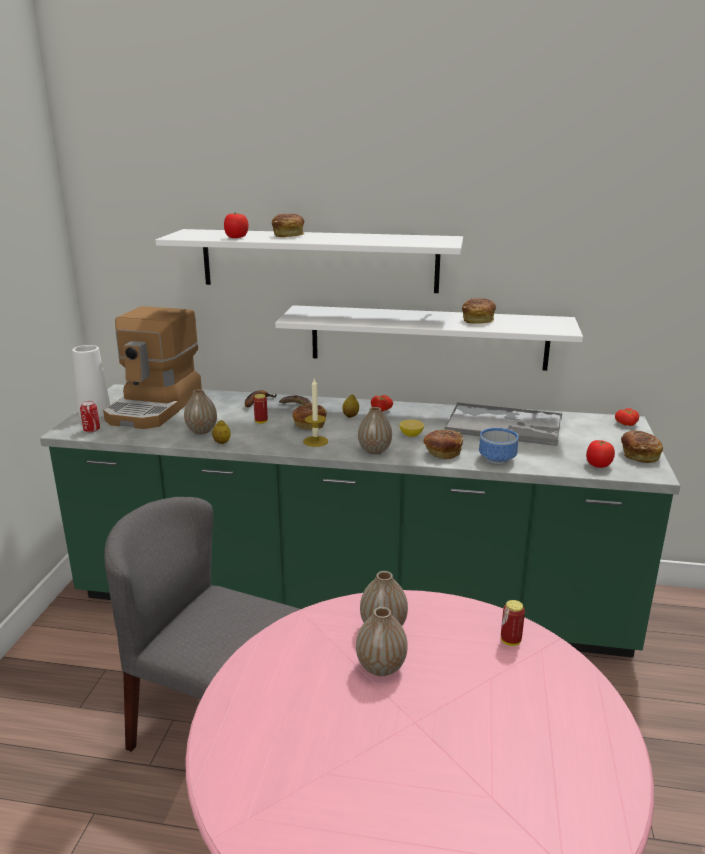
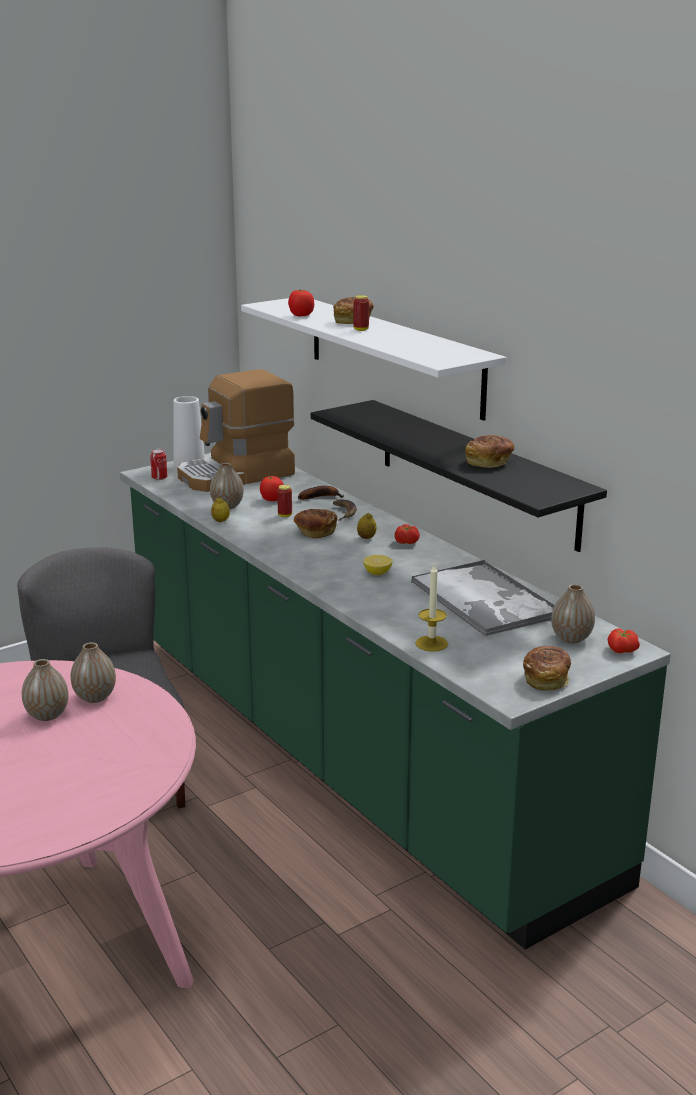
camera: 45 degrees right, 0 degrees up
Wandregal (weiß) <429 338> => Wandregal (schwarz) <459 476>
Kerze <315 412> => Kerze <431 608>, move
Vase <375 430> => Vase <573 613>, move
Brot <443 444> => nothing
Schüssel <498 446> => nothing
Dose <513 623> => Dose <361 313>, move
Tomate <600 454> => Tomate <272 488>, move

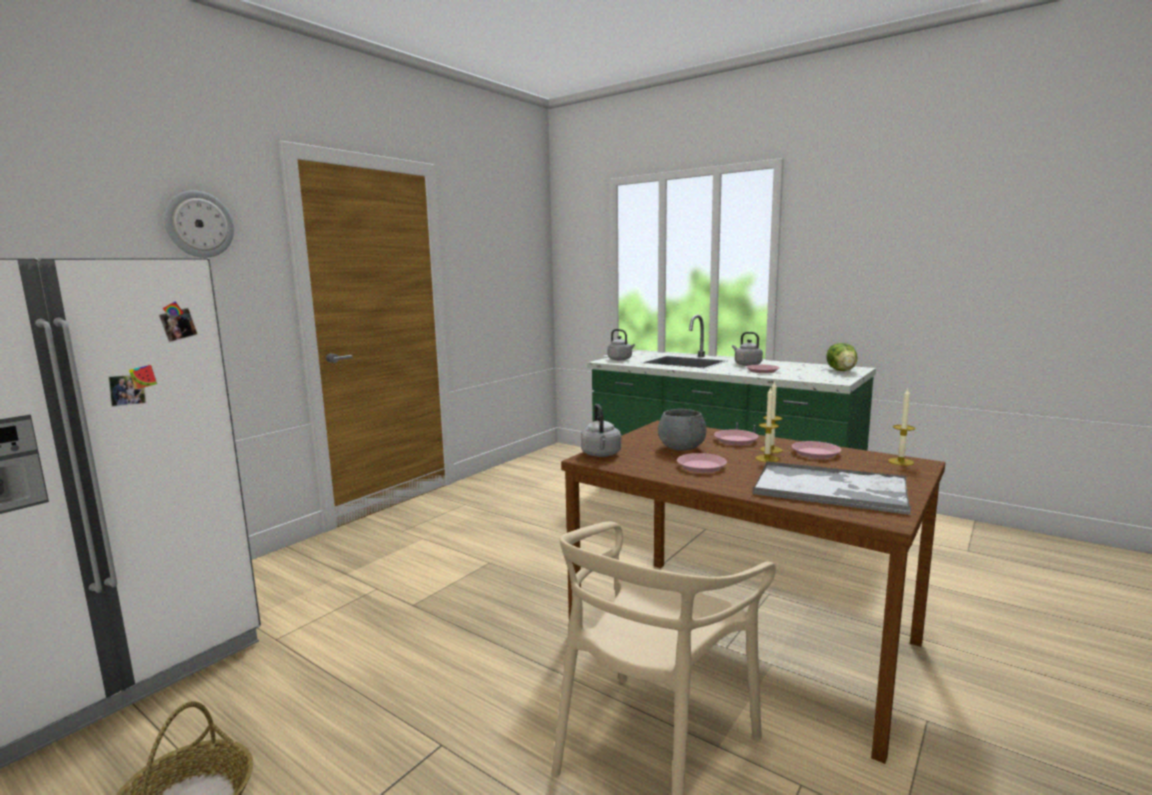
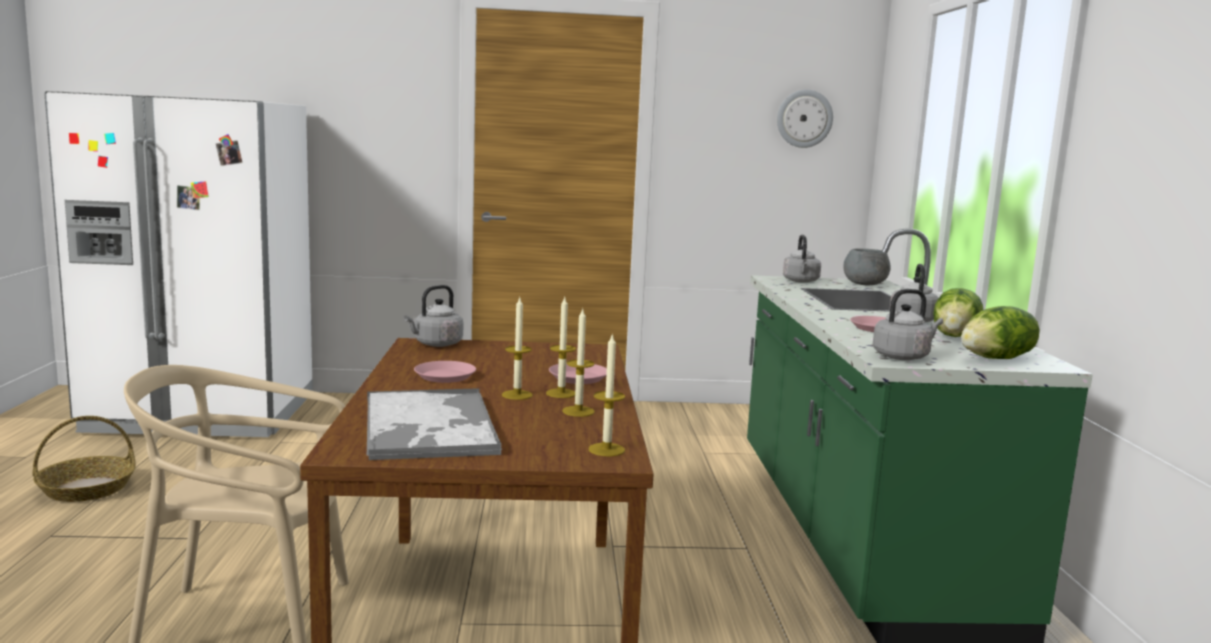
camera: 50 degrees right, 0 degrees up
Wanduhr <199 224> => Wanduhr <805 118>, move
Schüssel (grau) <682 430> => Schüssel (grau) <867 266>, move
Teller (rosa) <816 450> => Kerze <578 363>
nothing => Wasserkessel (grau) <908 324>
nothing => Salatkopf <958 312>

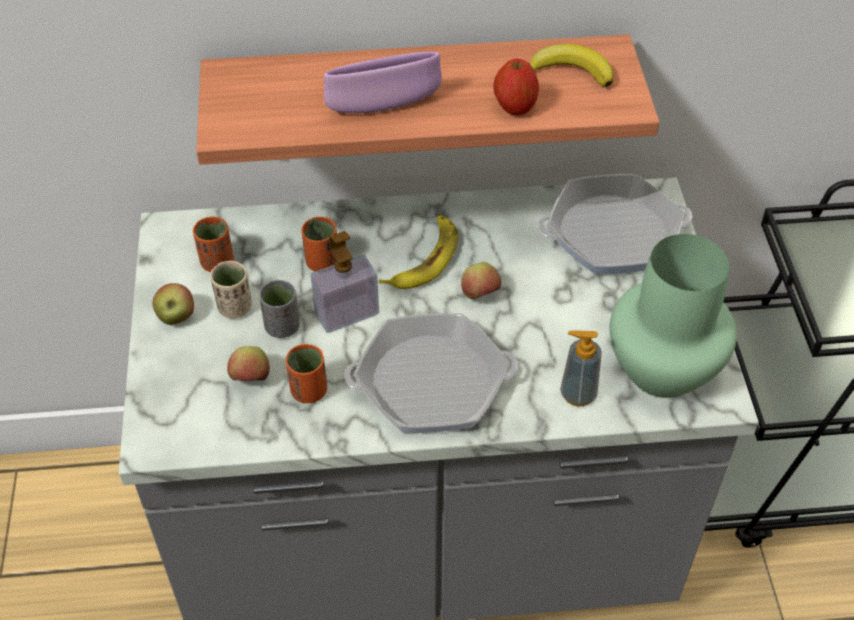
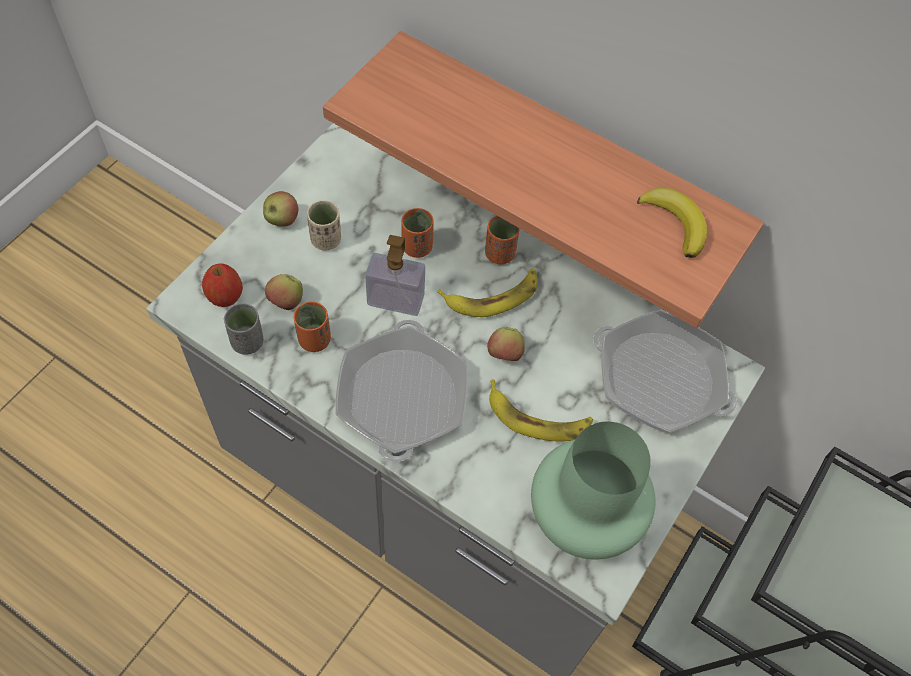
camera: 35 degrees right, 10 degrees up
Tasse (orange) <213 244> => Tasse (orange) <502 240>, move
Tasse (grau) <279 309> => Tasse (grau) <243 329>, move
Schüssel (lila) <383 82> => nothing
Pfanne <431 373> => Pfanne <402 391>, 120 degrees counterclockwise
Apfel <516 87> => Apfel <222 285>, move
Seifenspender <581 368> => nothing
nothing => Banane <541 410>

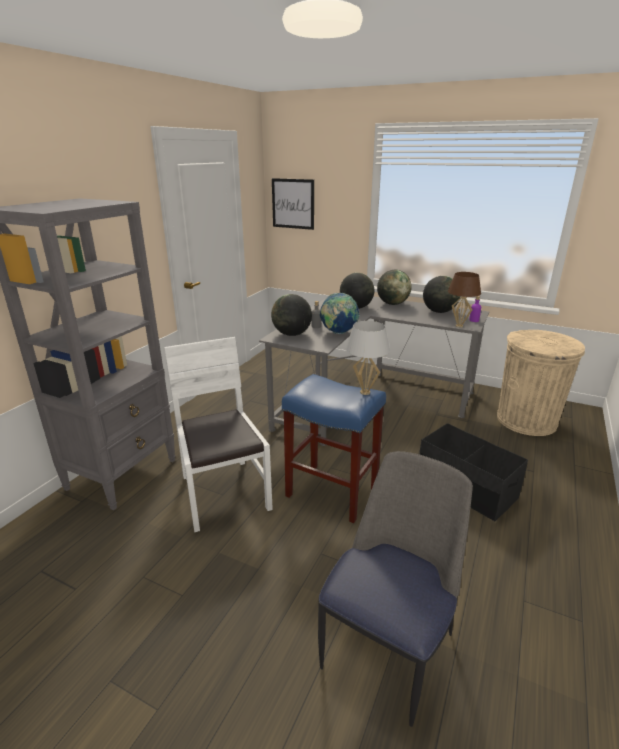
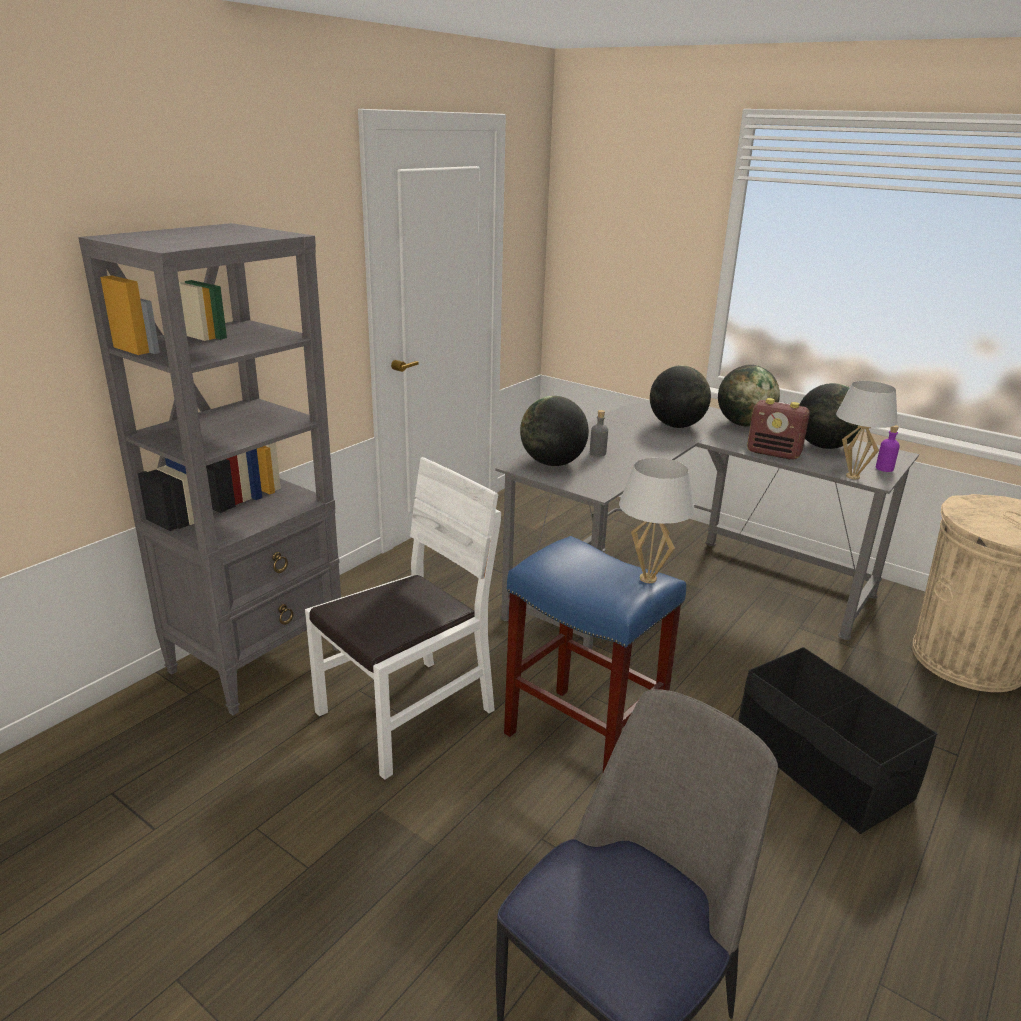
camera: 10 degrees right, 0 degrees up
Stuhl (weiß) <218 434> => Stuhl (weiß) <403 618>, 60 degrees clockwise
Bild <293 204> => nothing
Globus <340 313> => nothing
Tischlampe (braun) <464 300> => Tischlampe (weiß) <866 430>
nothing => Radio <778 428>

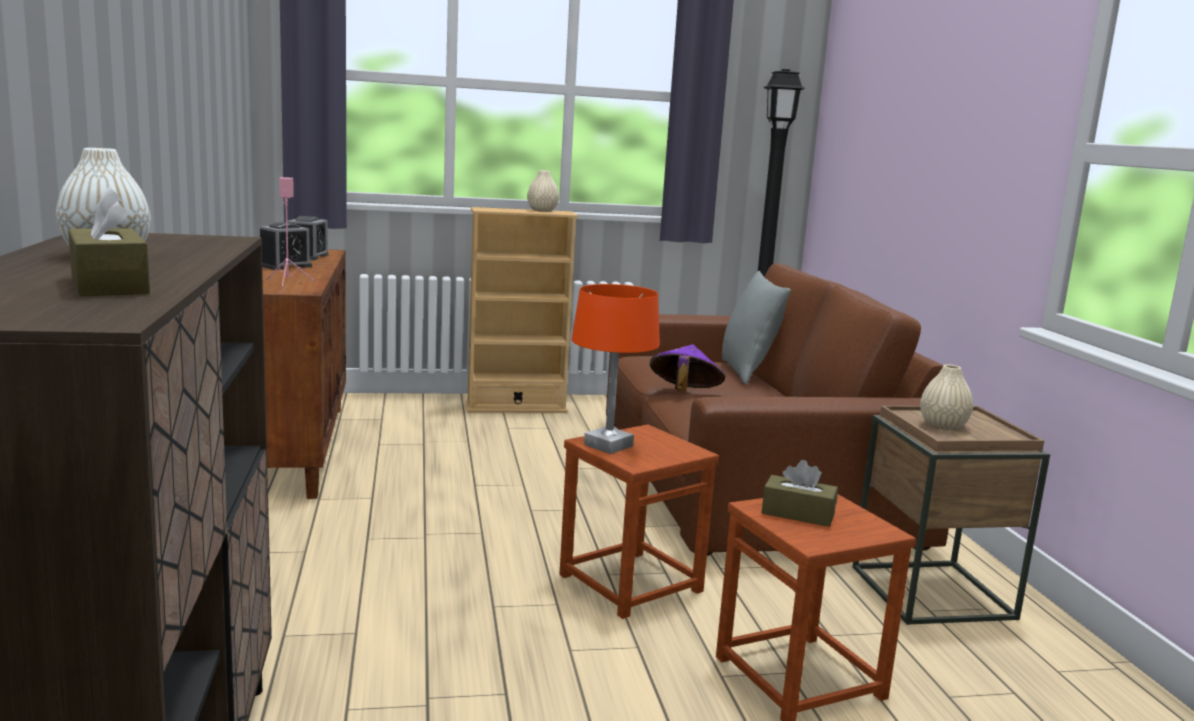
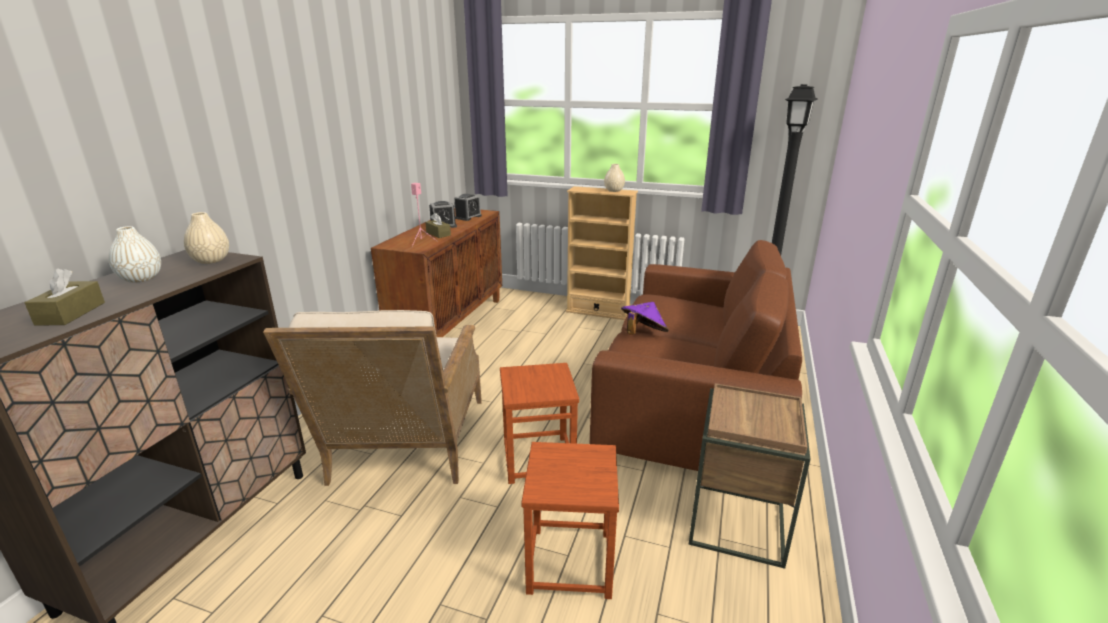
camera: 30 degrees right, 10 degrees up
Tischlampe (orange) <615 369> => nothing
Kissen (grau) <756 328> => nothing
Taschentuchbox (braun) <800 493> => Taschentuchbox (braun) <438 225>, move
Vase (beige) <946 397> => Vase (beige) <206 238>, move
nothing => Sessel (beige) <372 398>

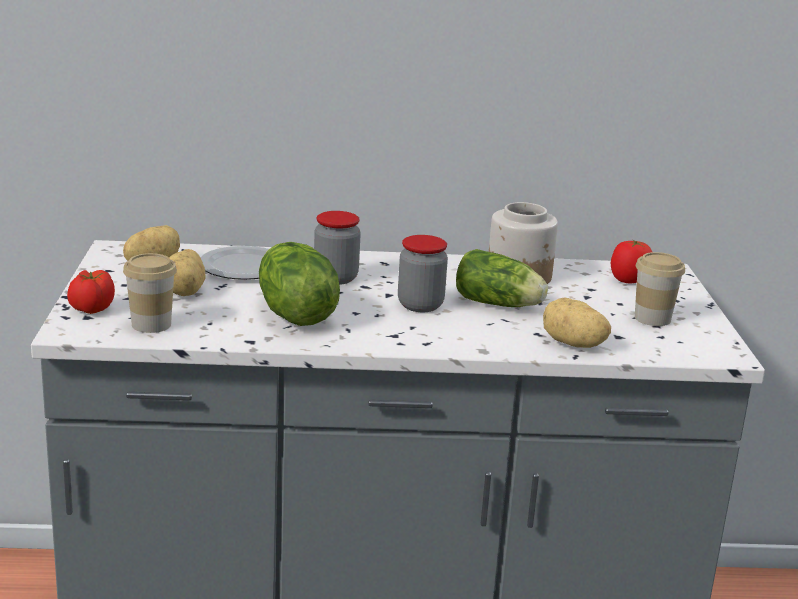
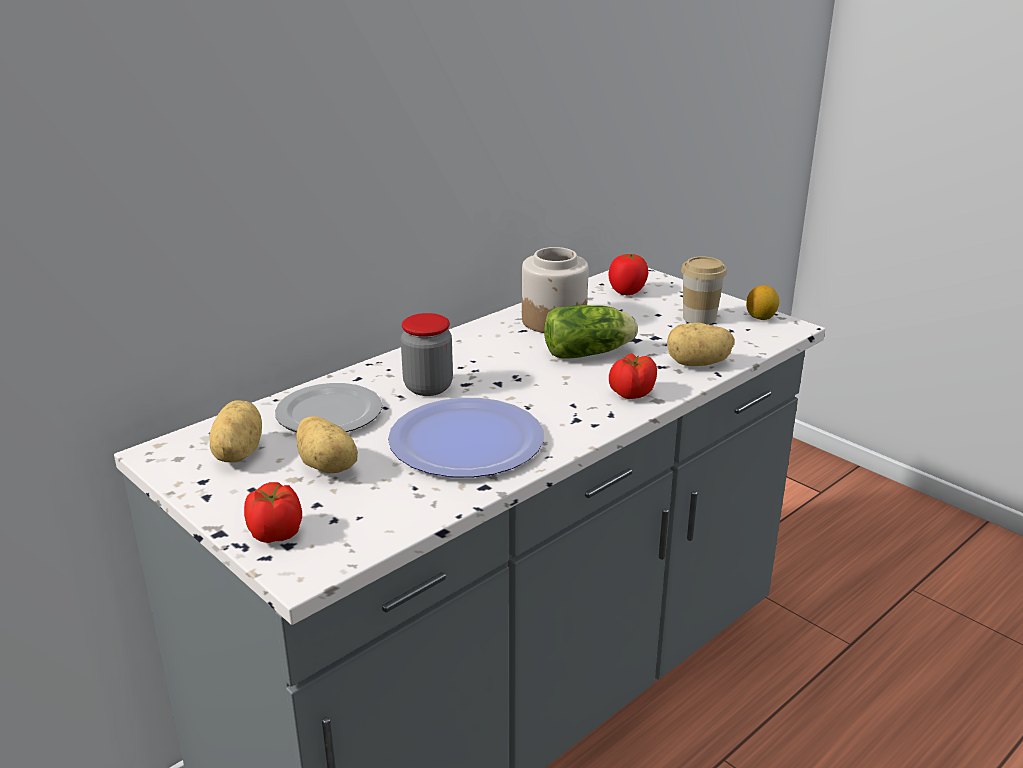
camera: 40 degrees left, 5 degrees up
Tasse <150 293> => nothing
Salatkopf <299 284> => Teller <466 437>
Vorratsglas <423 273> => nothing
nothing => Tomate <633 376>
nothing => Zitrone <762 302>

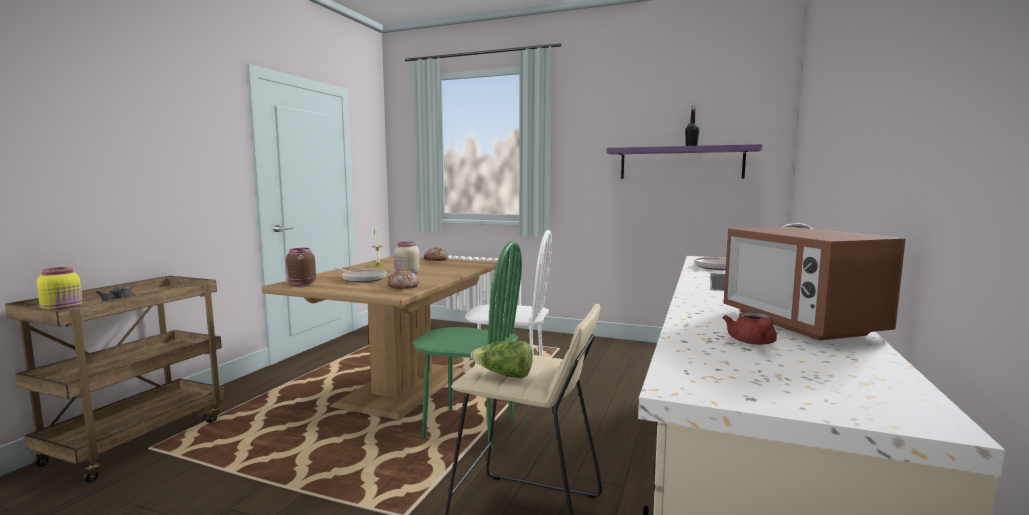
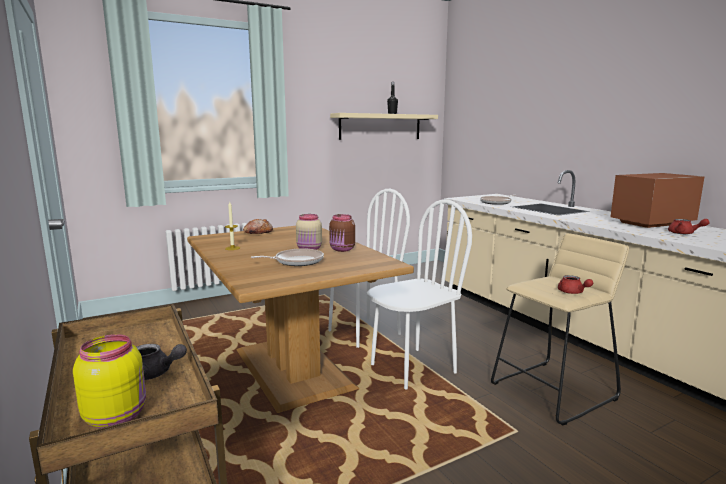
camera: 50 degrees left, 5 degrees up
Vorratsglas (braun) <301 267> => Vorratsglas (braun) <342 233>, move
Brot <403 279> => nothing
Stuhl (grün) <467 346> => Stuhl (weiß) <419 294>
Salatkopf <502 359> => Teekanne (rot) <575 284>
Wandregal (lila) <684 161> => Wandregal (beige) <384 126>
Mikrowelle <814 284> => Mikrowelle <657 200>, 135 degrees clockwise

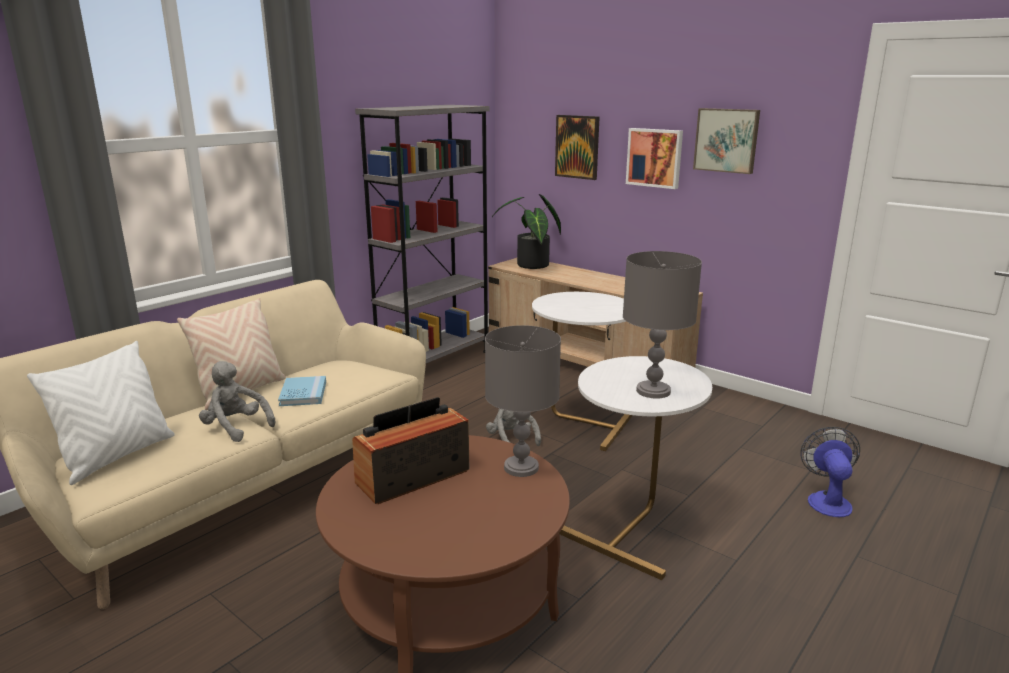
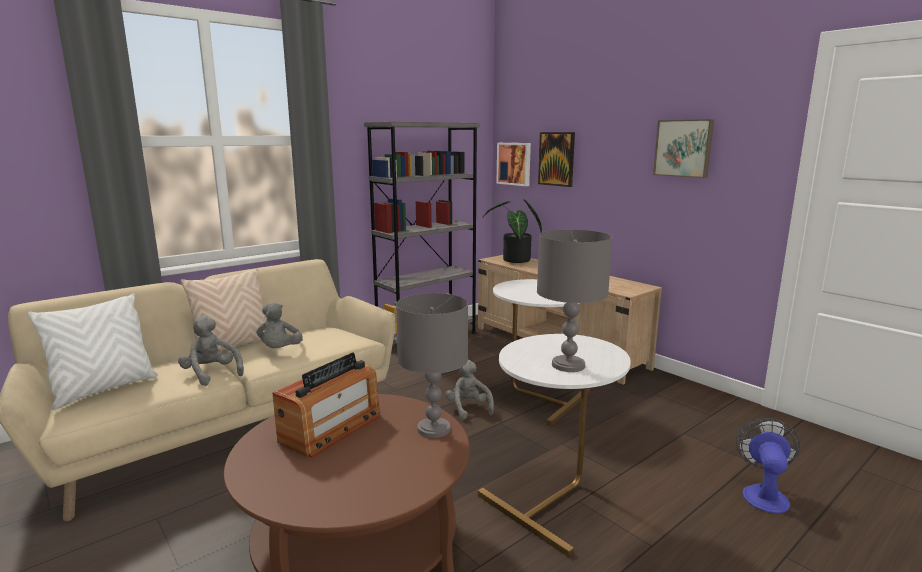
camera: 10 degrees right, 5 degrees down
Buch (blau) <302 391> => Plüschtier (grau) <279 325>
Radio <410 450> => Radio <326 405>, 150 degrees clockwise
Bild <654 158> => Bild <513 164>, move

